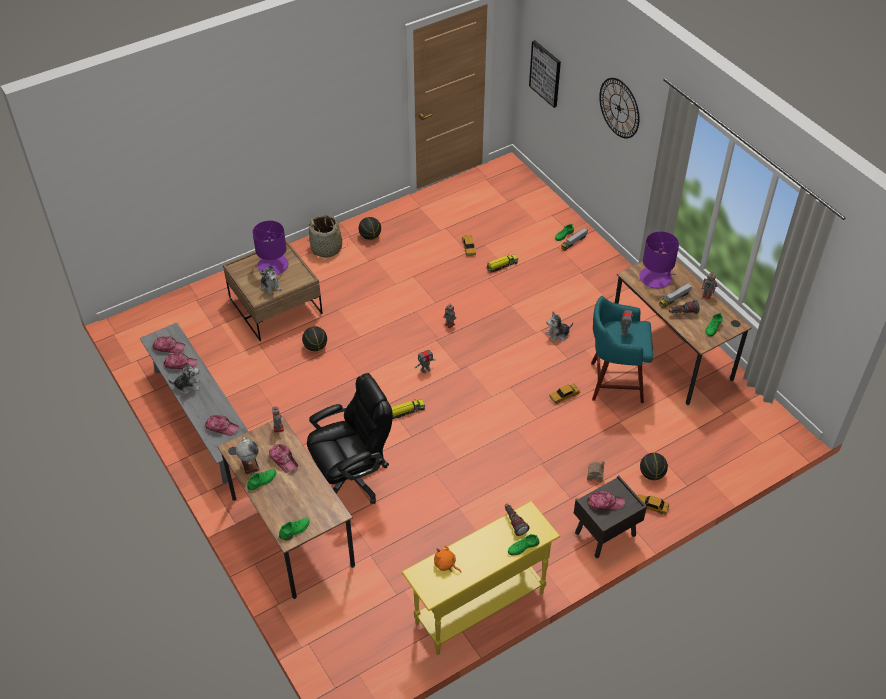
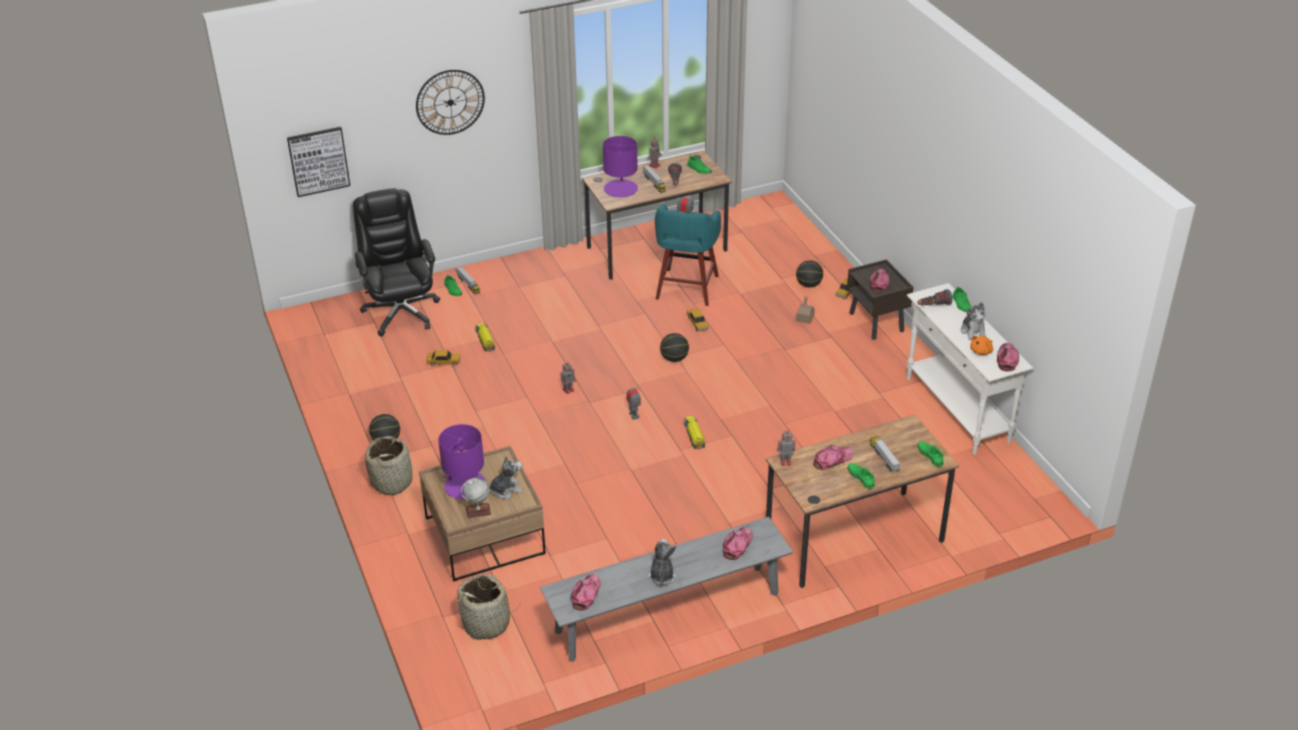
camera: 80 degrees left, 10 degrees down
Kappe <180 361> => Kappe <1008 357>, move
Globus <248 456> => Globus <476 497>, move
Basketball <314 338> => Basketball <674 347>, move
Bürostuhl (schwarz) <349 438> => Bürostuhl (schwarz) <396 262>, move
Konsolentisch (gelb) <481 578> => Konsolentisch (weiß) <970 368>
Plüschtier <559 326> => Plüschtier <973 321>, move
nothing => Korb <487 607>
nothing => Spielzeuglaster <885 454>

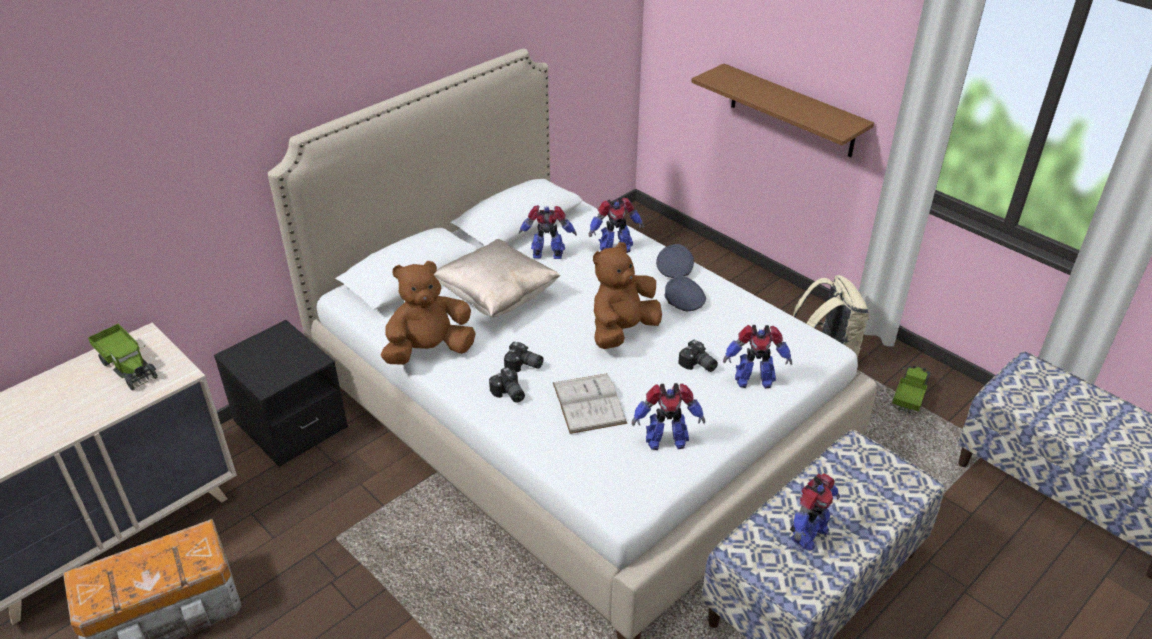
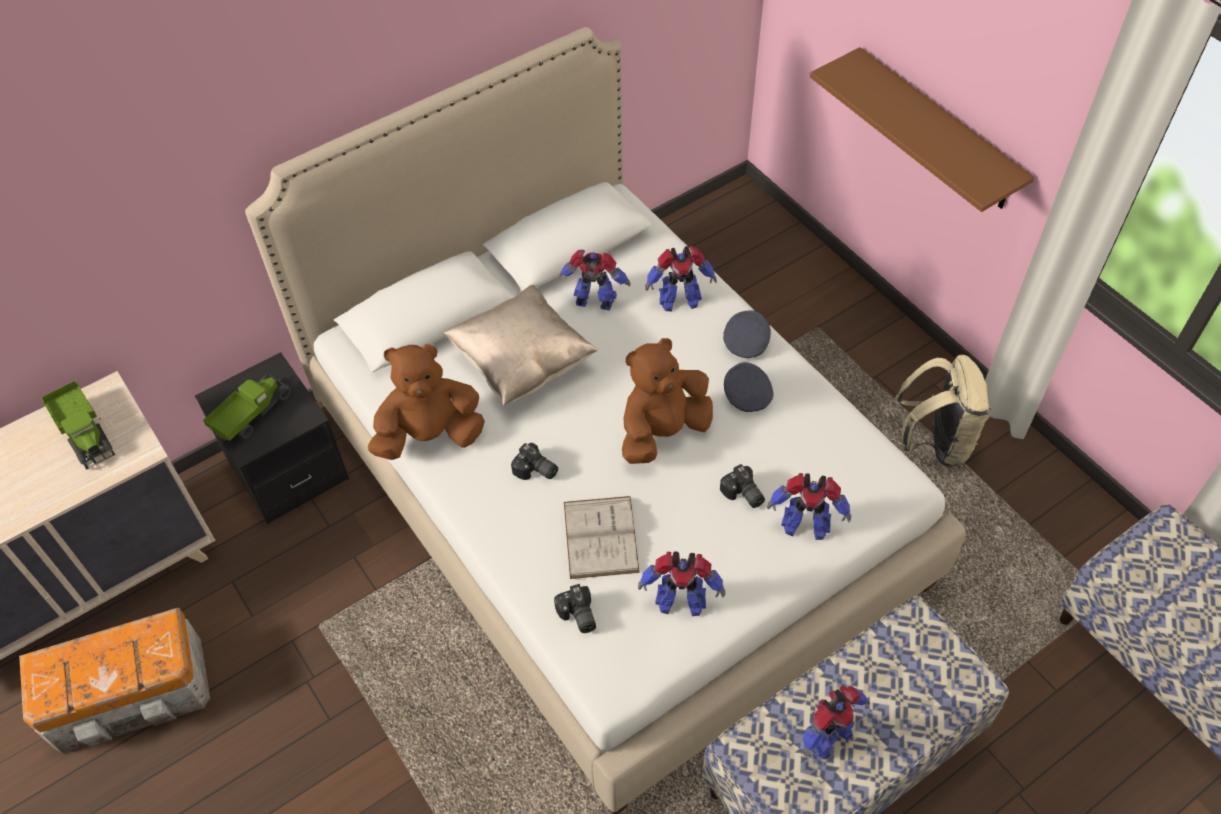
camera: 10 degrees right, 15 degrees up
Kamera <507 385> => Kamera <575 608>, move
Spielzeuglaster <911 389> => Spielzeuglaster <247 407>, move

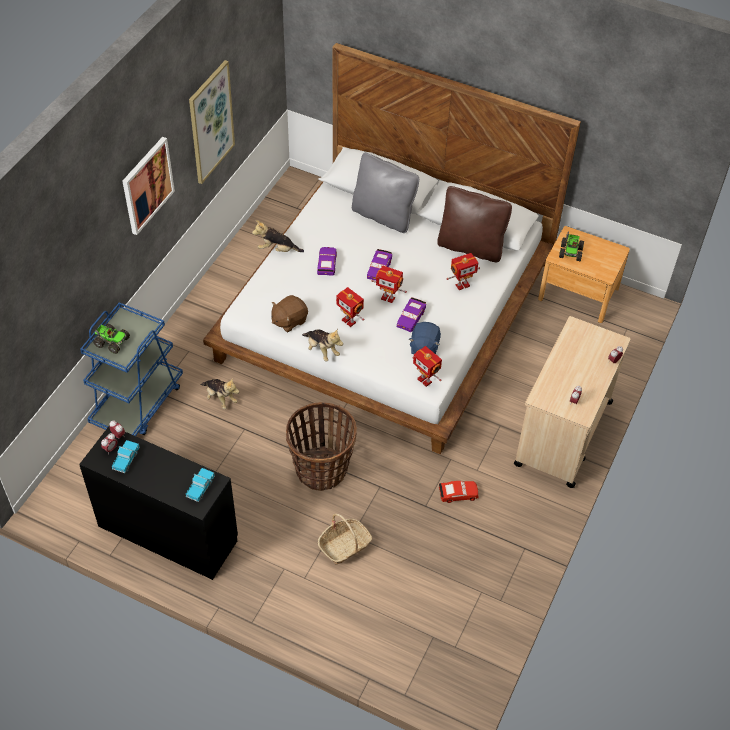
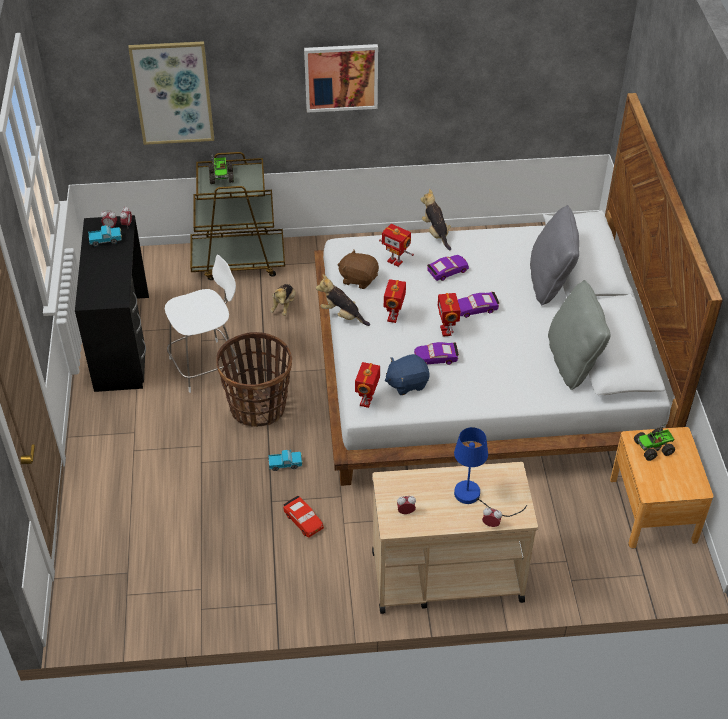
camera: 60 degrees right, 5 degrees down
Rollwagen (blau) <131 369> => Rollwagen (braun) <237 216>
Spielzeuglaster <200 485> => Spielzeuglaster <285 460>, move
Bild <212 122> => Bild <171 93>, move
Plüschtier <322 345> => Plüschtier <343 300>, 105 degrees clockwise
Korb <345 539> => nothing
Kissen (braun) <474 224> => Kissen (grau) <579 335>
Spielzeugroboter <463 271> => Spielzeugroboter <396 245>, move
nothing => Hocker (weiß) <201 323>
nothing => Tischlampe (blau) <490 472>

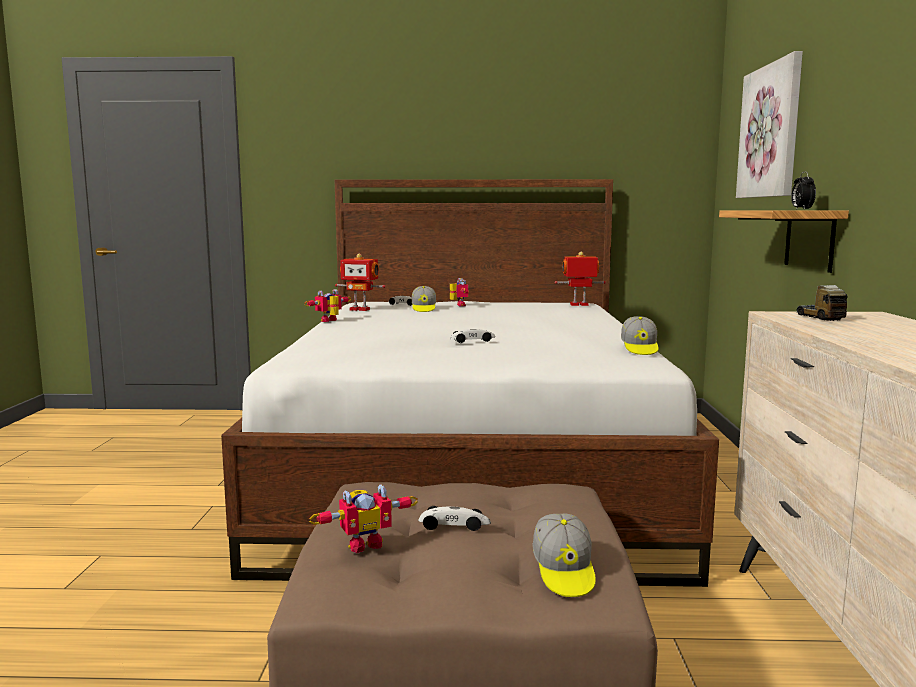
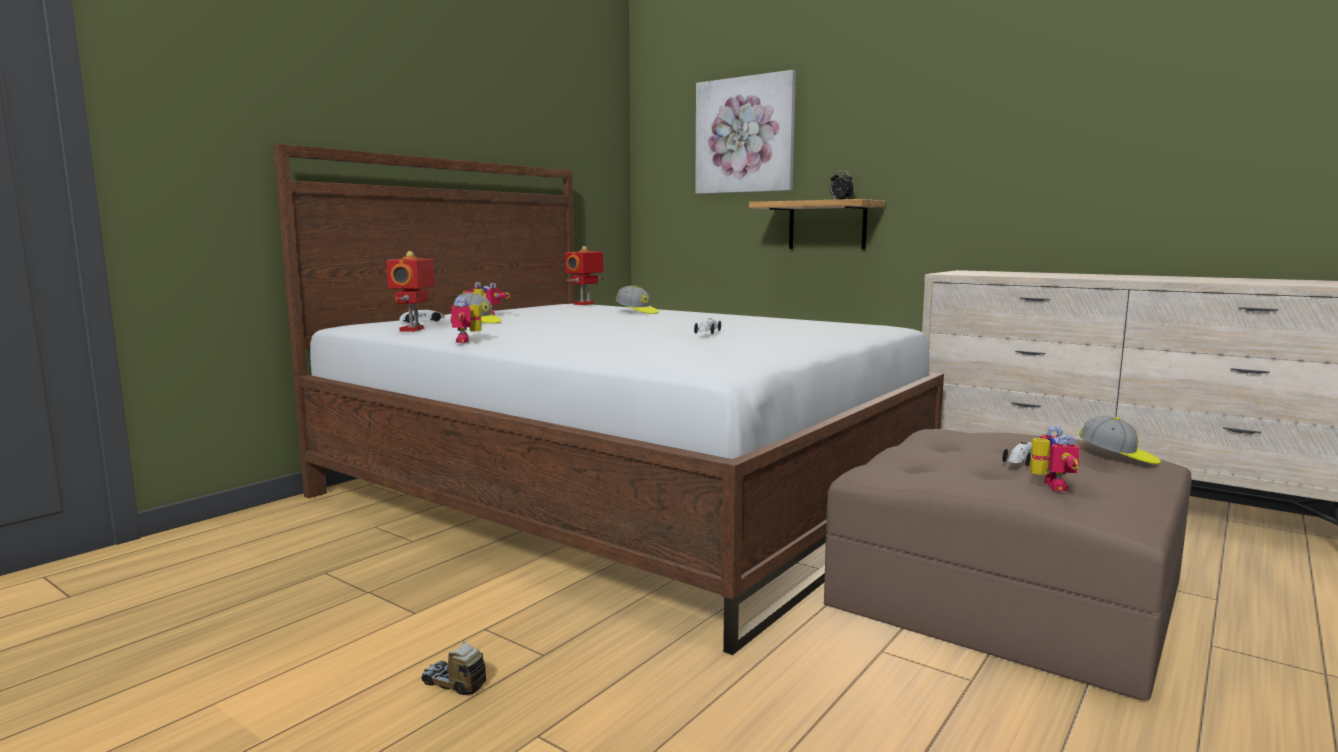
camera: 55 degrees left, 0 degrees up
Spielzeugroboter <360 282> => Spielzeugroboter <410 291>, 135 degrees clockwise
Kappe <639 335> => Kappe <637 300>, move
Spielzeuglaster <821 303> => Spielzeuglaster <453 668>, move

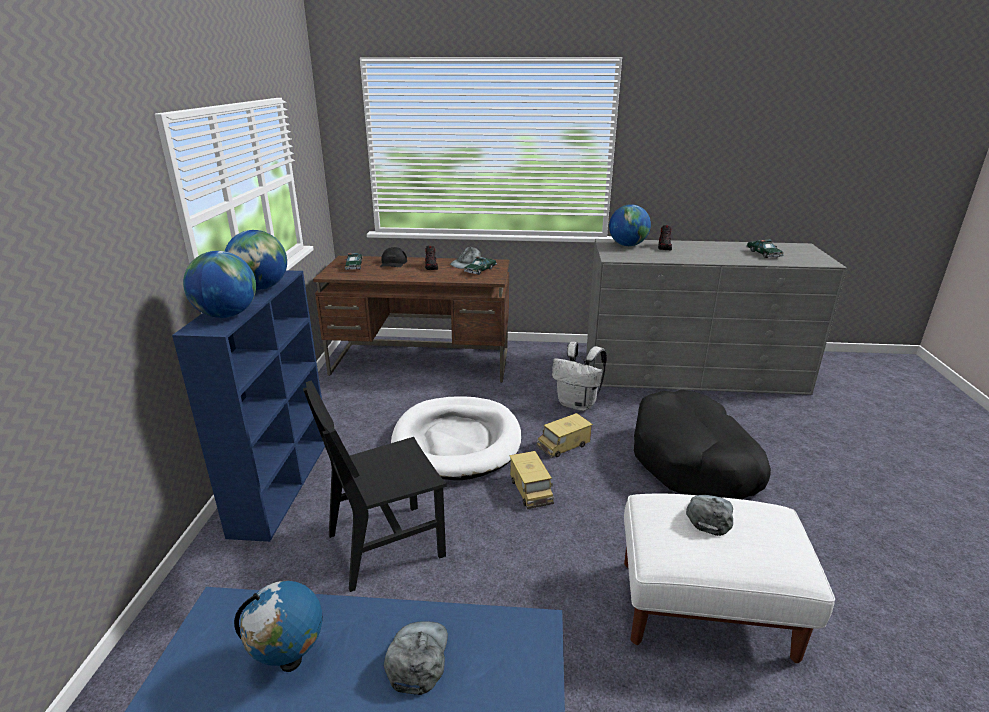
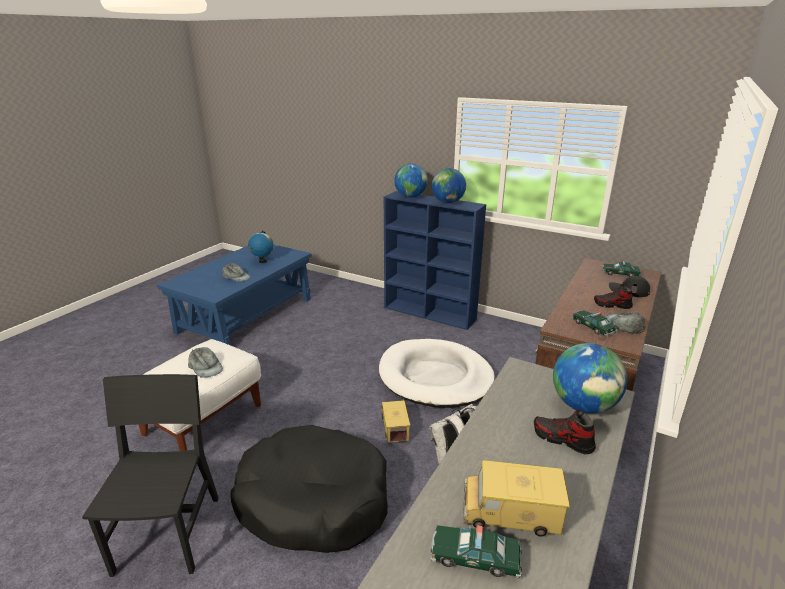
camera: 115 degrees right, 0 degrees up
Stuhl (schwarz) <375 486> => Stuhl (schwarz) <150 475>, move
Spielzeuglaster <531 480> => Spielzeuglaster <516 498>, move

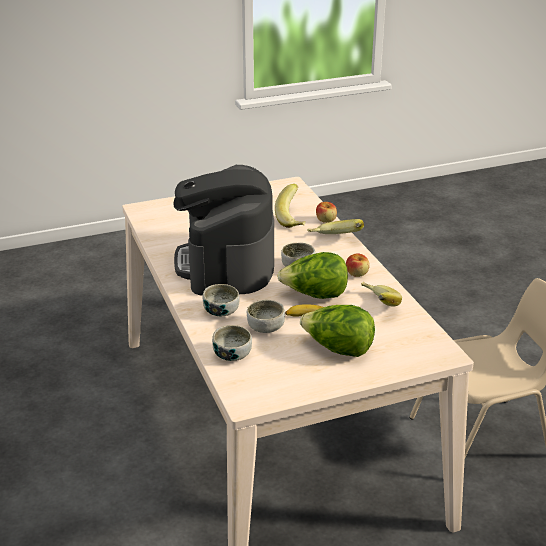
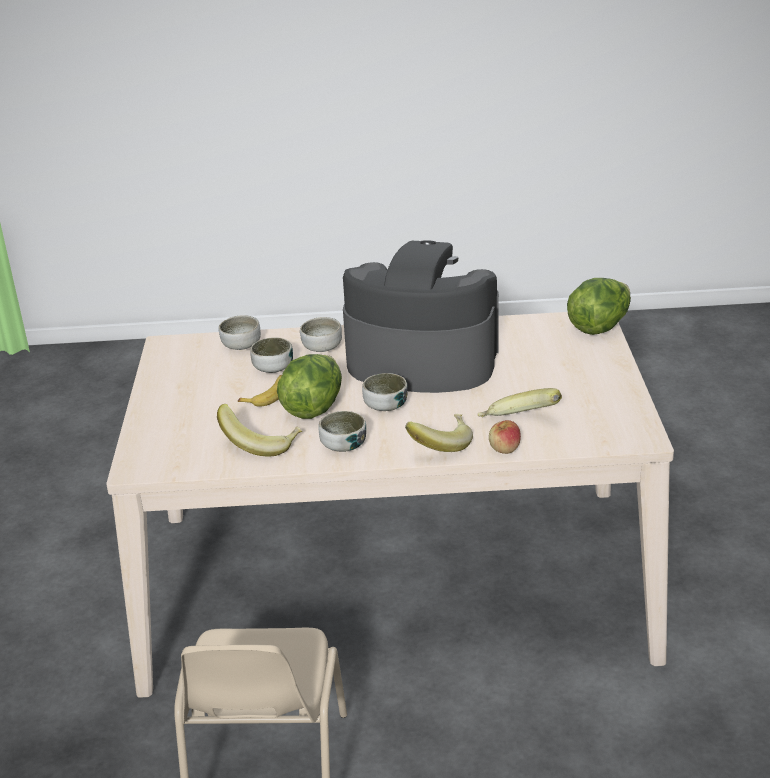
camera: 110 degrees right, 0 degrees up
Salatkopf <337 331> => Salatkopf <599 306>, move
Apfel <358 265> => Schüssel <342 431>

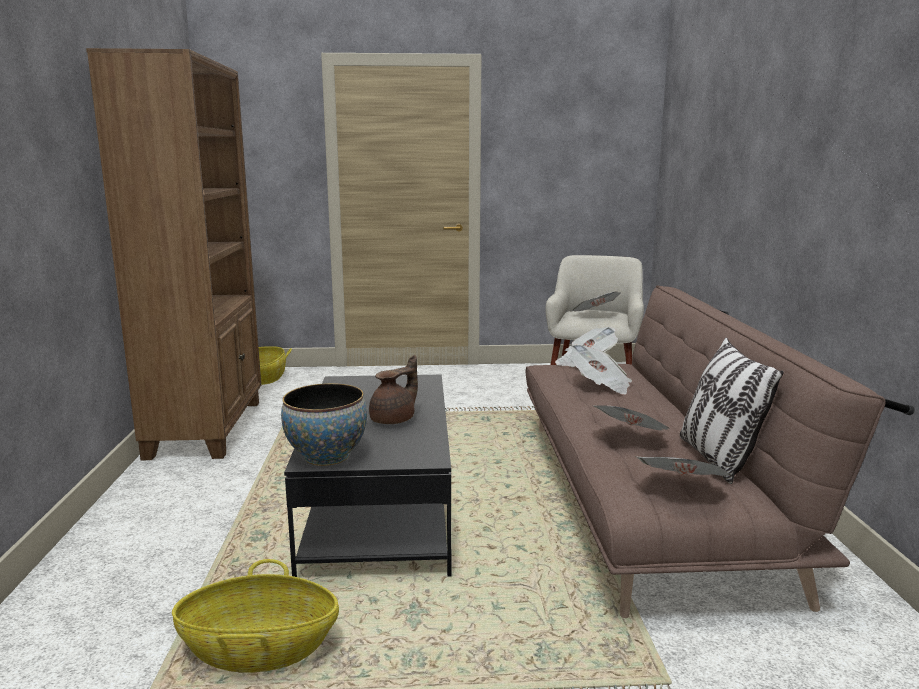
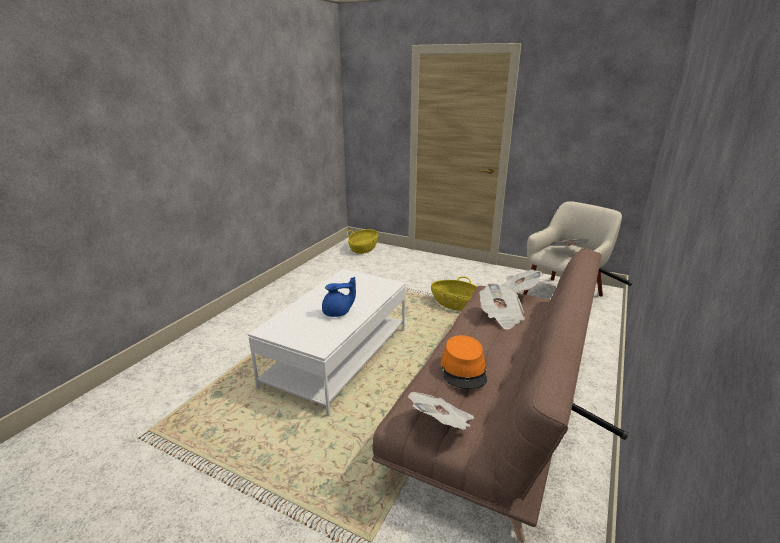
camera: 30 degrees right, 10 degrees up
Bücherregal (braun) <173 254> => nothing
Korb <255 616> => Korb <454 293>, move
Schüssel <324 424> => nothing
Couchtisch (schwarz) <367 476> => Couchtisch (weiß) <327 342>
Teekanne (braun) <393 389> => Teekanne (blau) <339 297>
Zeitung <632 418> => Hut (orange) <464 362>
Kissen <732 411> => nothing

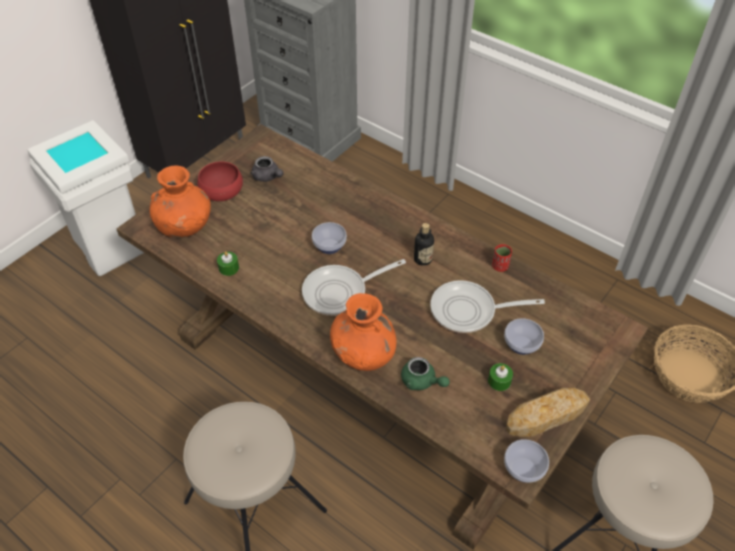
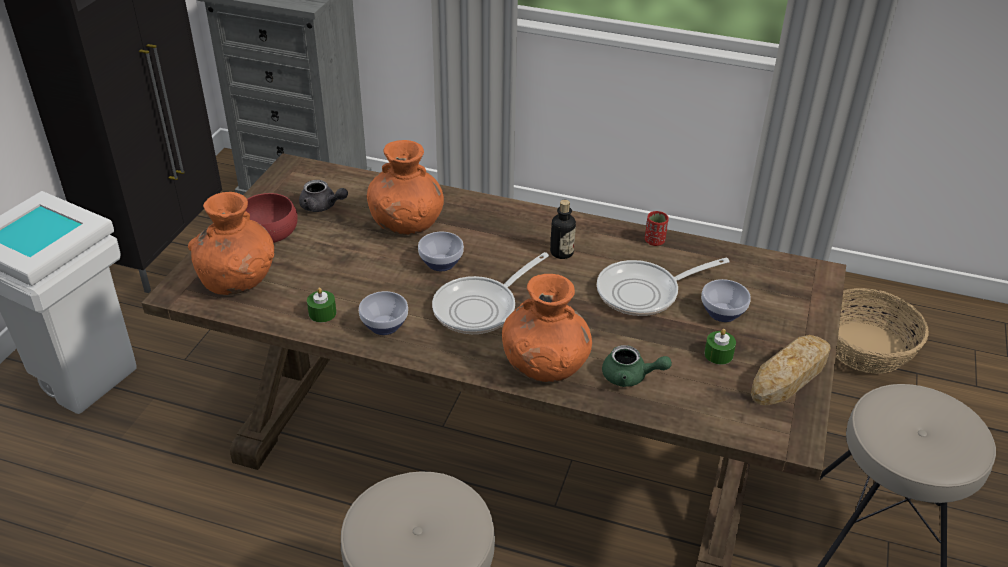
camera: 20 degrees left, 10 degrees down
Schüssel <526 461> => Schüssel <383 313>, move
nothing => Vase (orange) <405 187>

